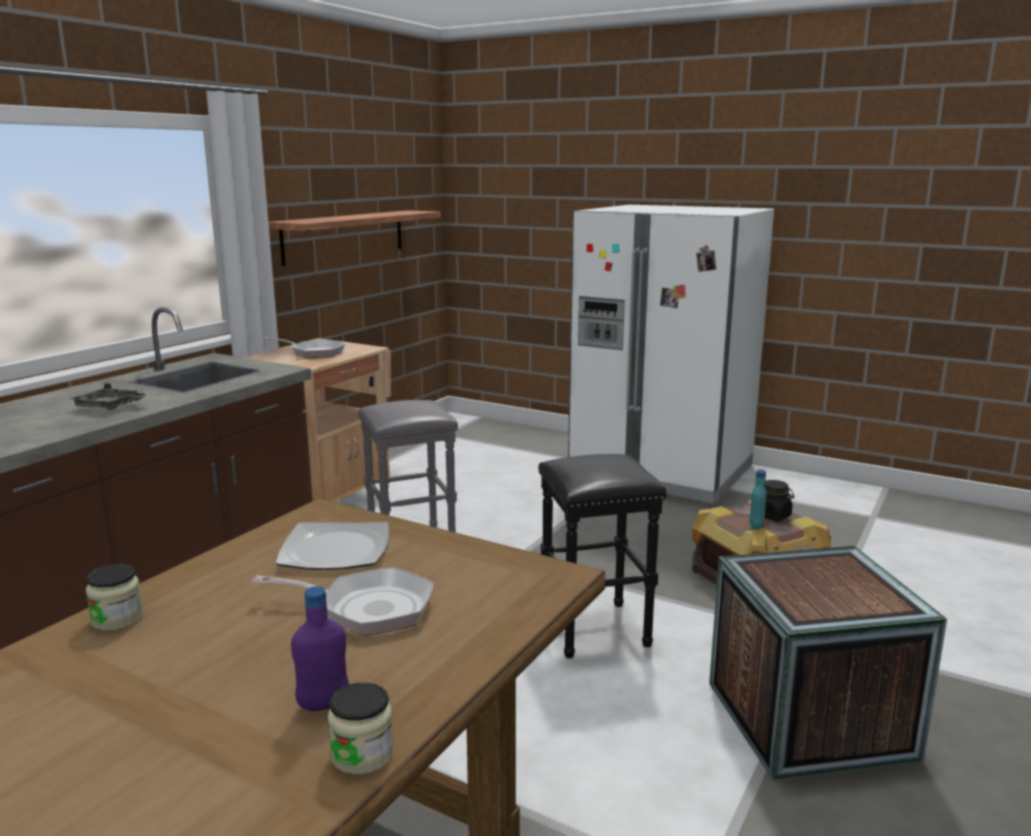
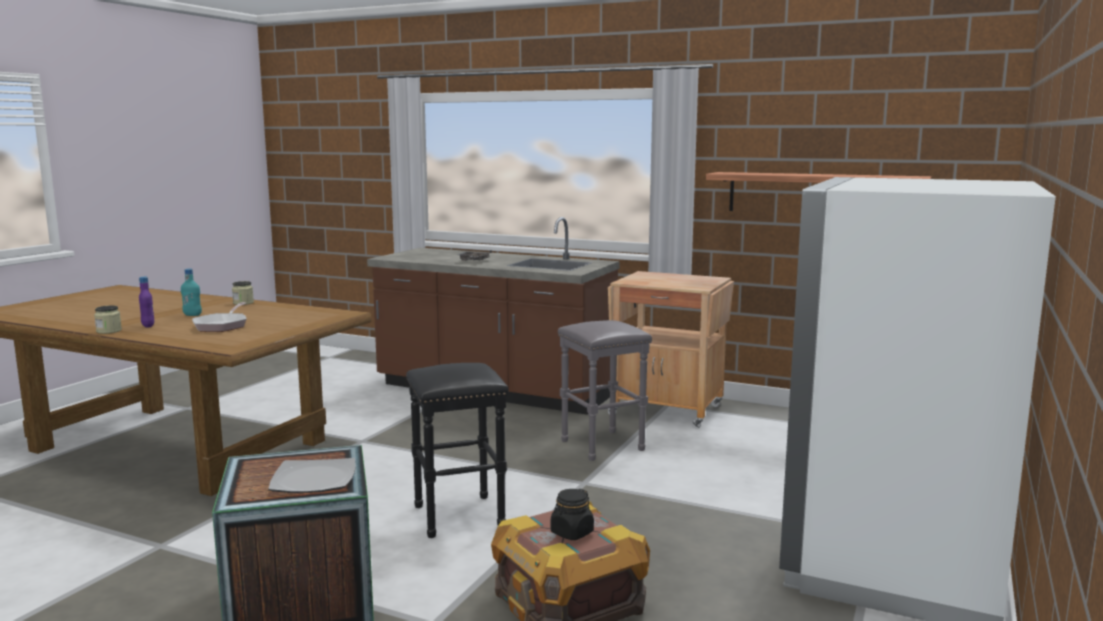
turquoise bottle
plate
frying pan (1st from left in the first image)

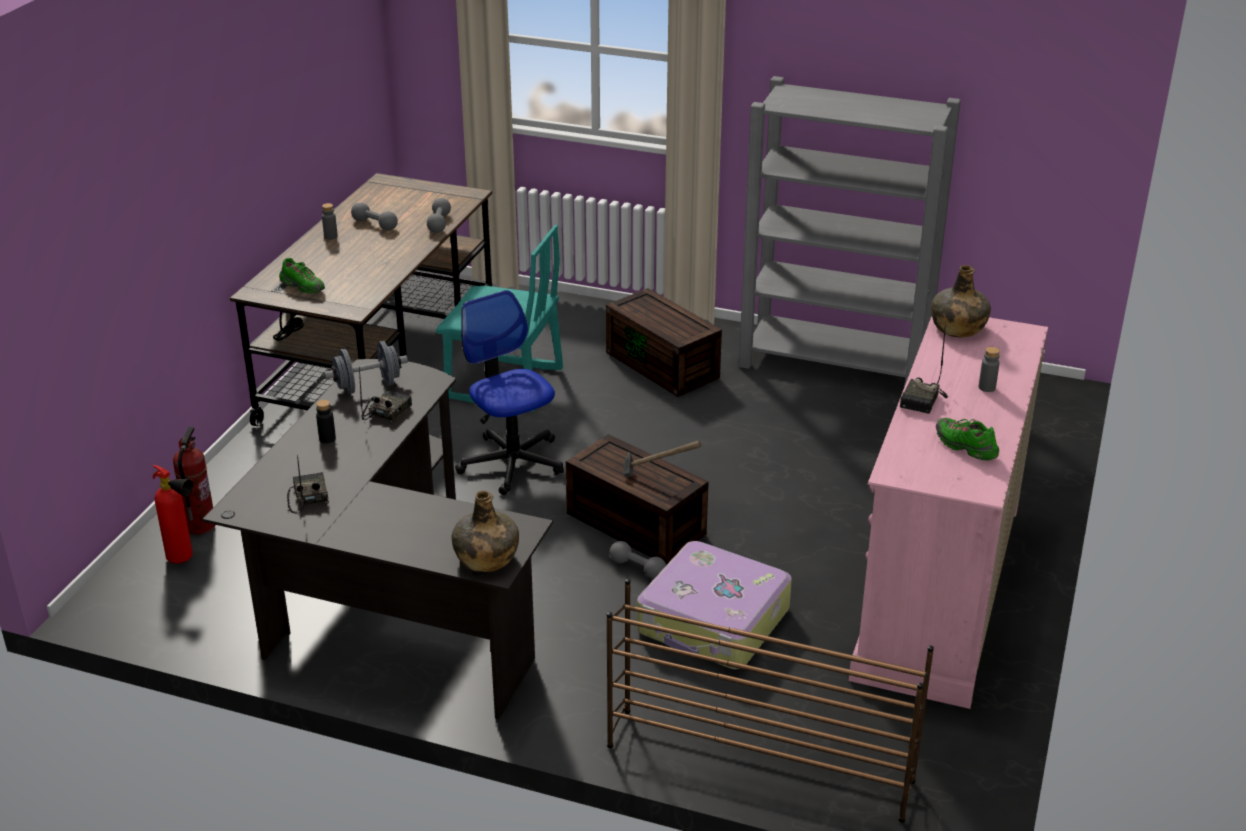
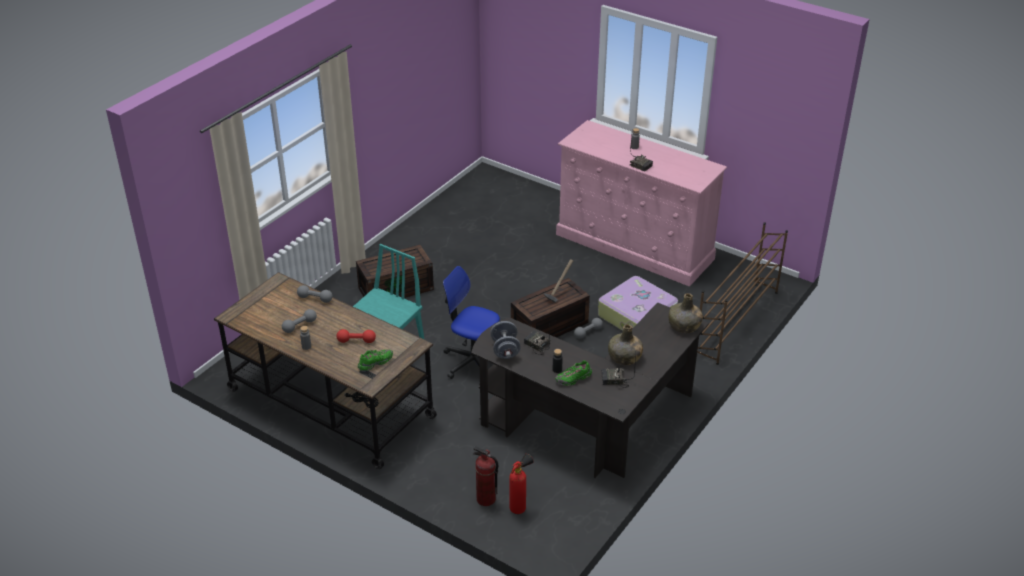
red dumbbell
office chair
green shoe (2nd from left)
green bottle (1st from left)
grey bookcase

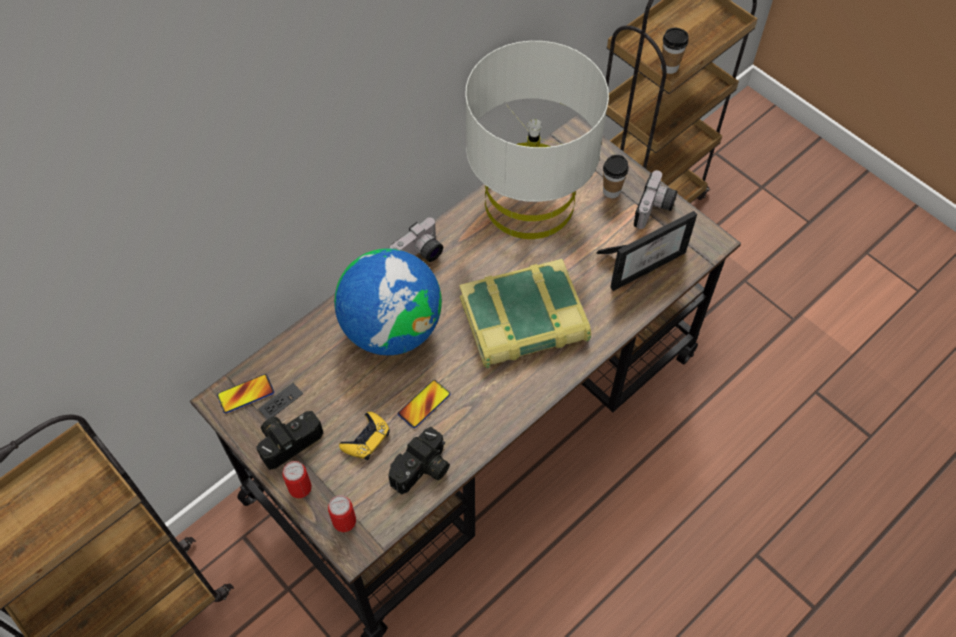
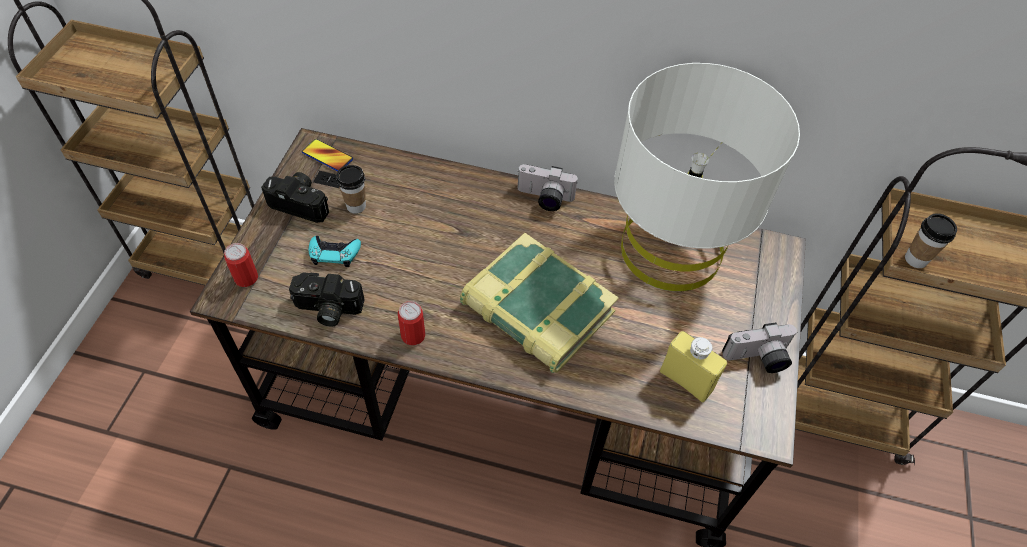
turquoise game controller
cup (1st from left)
can (2nd from left)
yellow bottle
globe
phone (2nd from left in the first image)

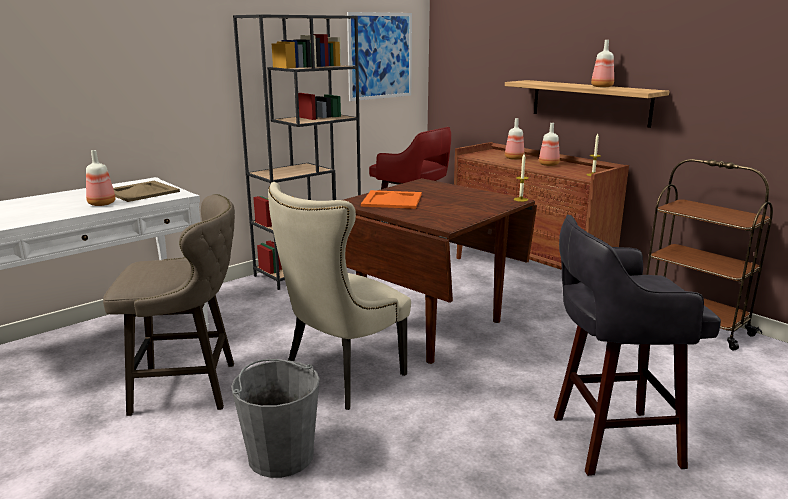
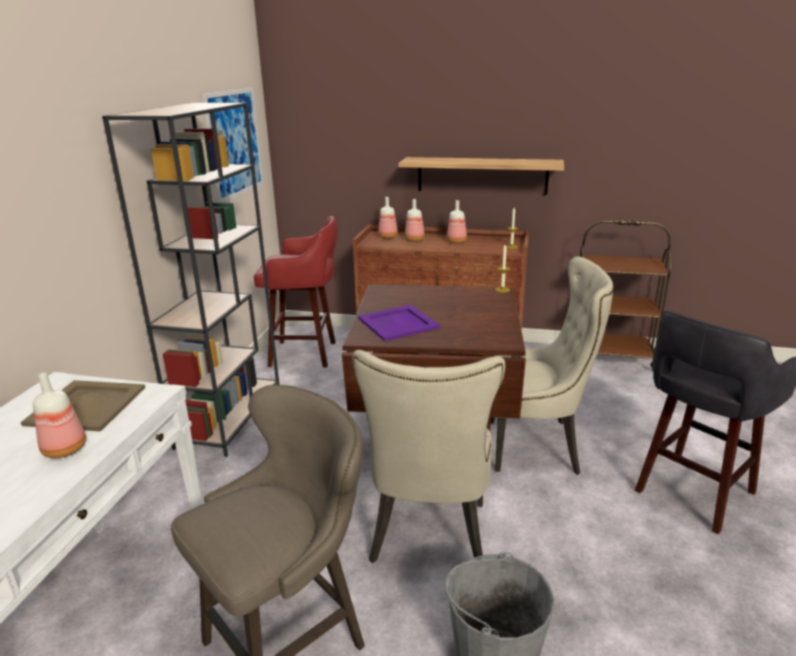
purple tray
bottle (2nd from left)
beige chair (2nd from left)

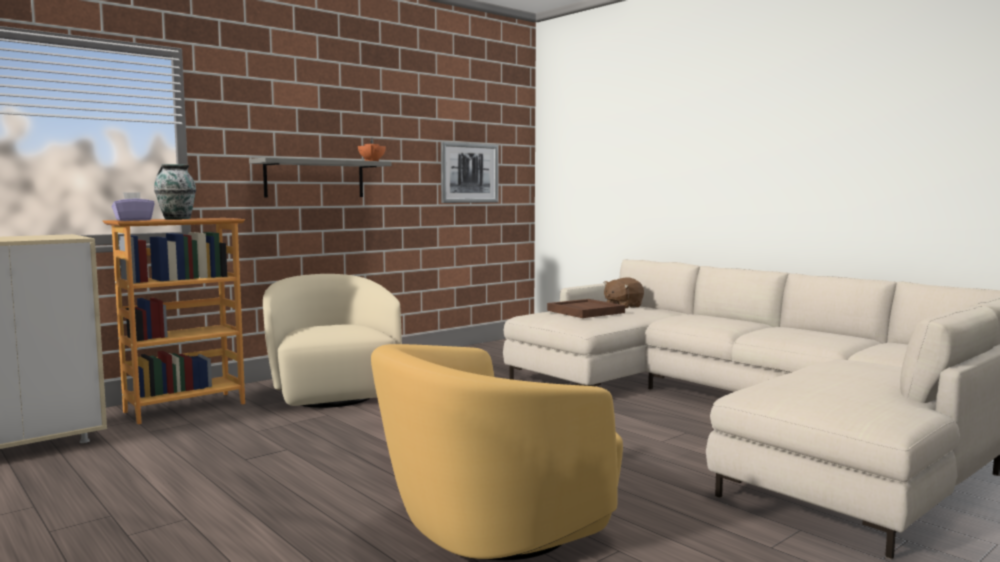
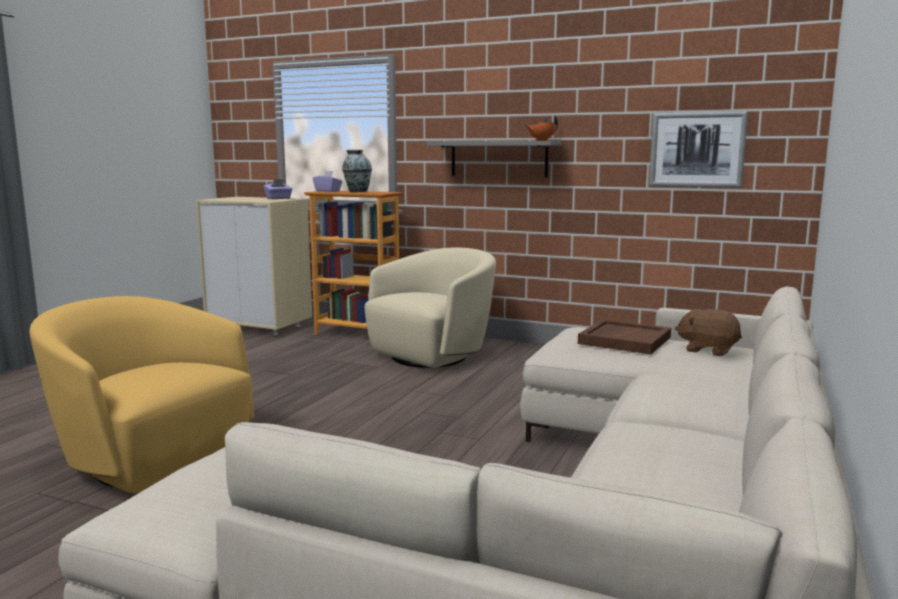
purple tissue box (1st from left)

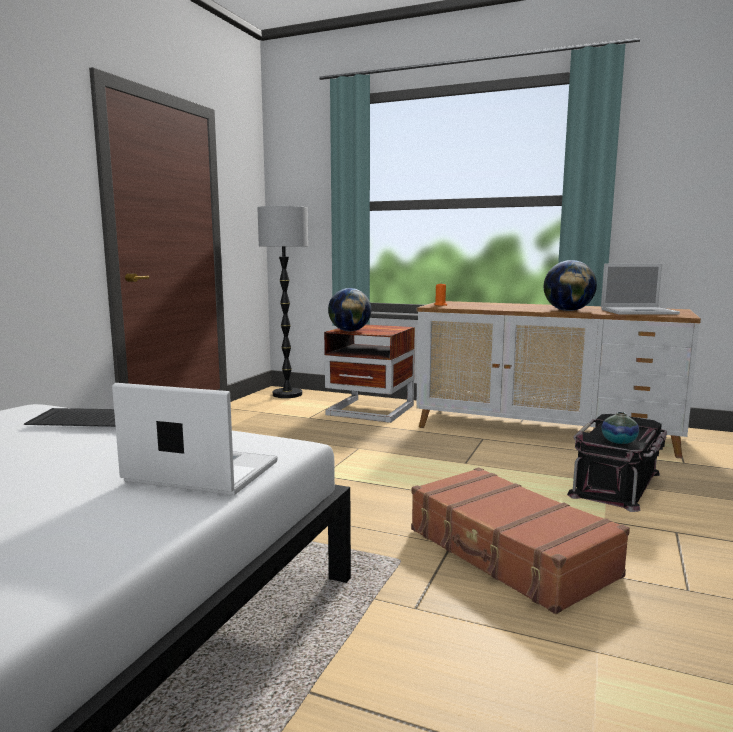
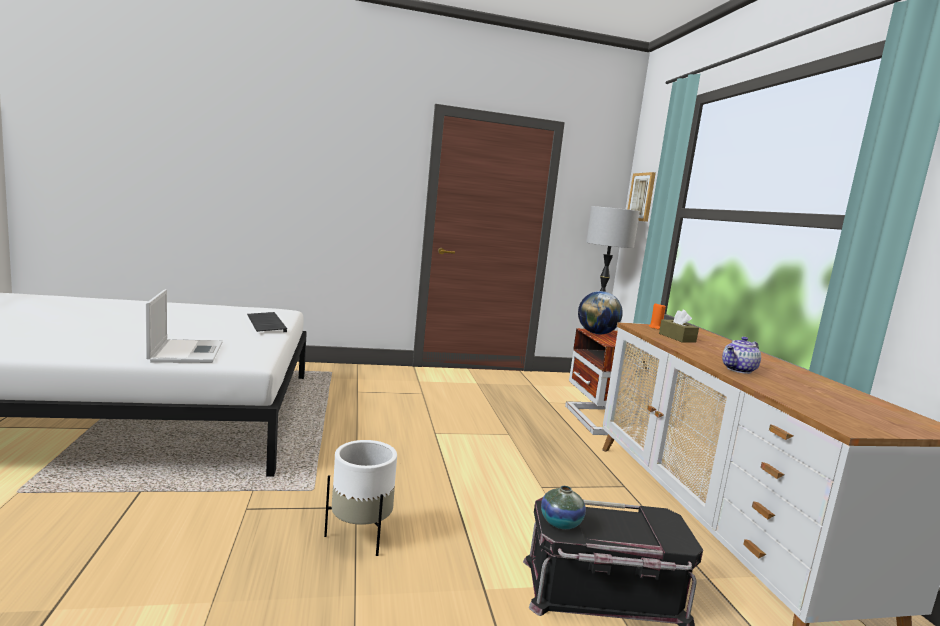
white planter
picture
brown tissue box
teapot
laptop (2nd from left in the first image)

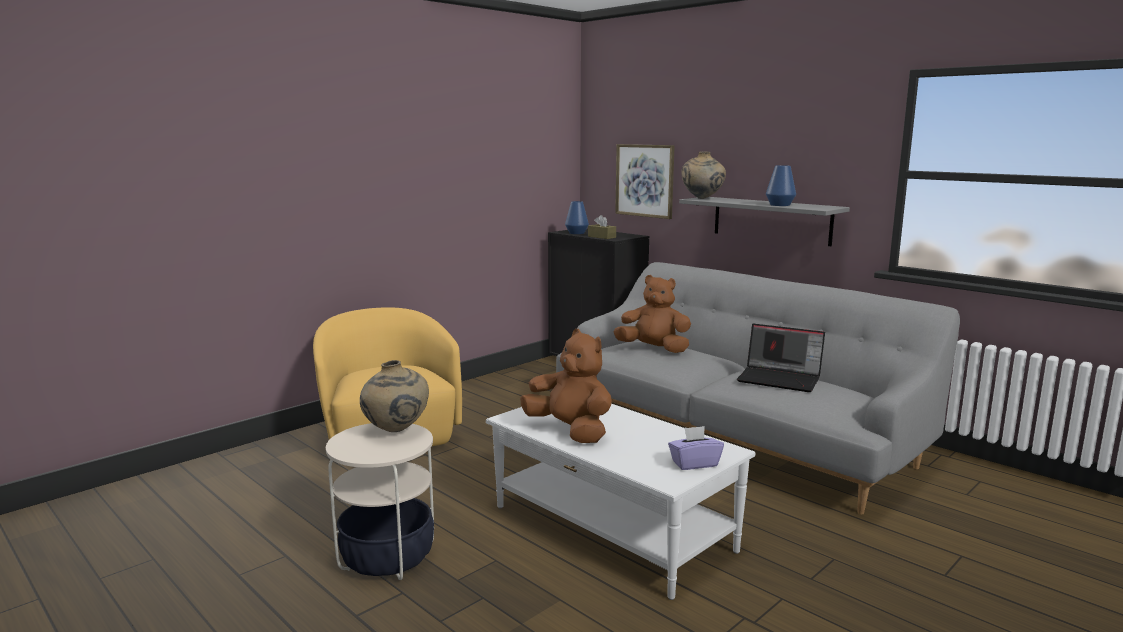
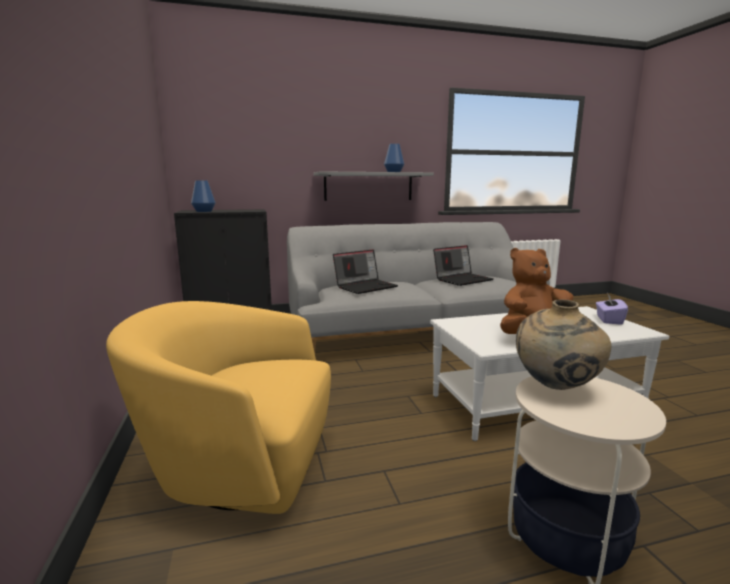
laptop (1st from left)
brown tissue box
picture
beige vase (2nd from left in the first image)

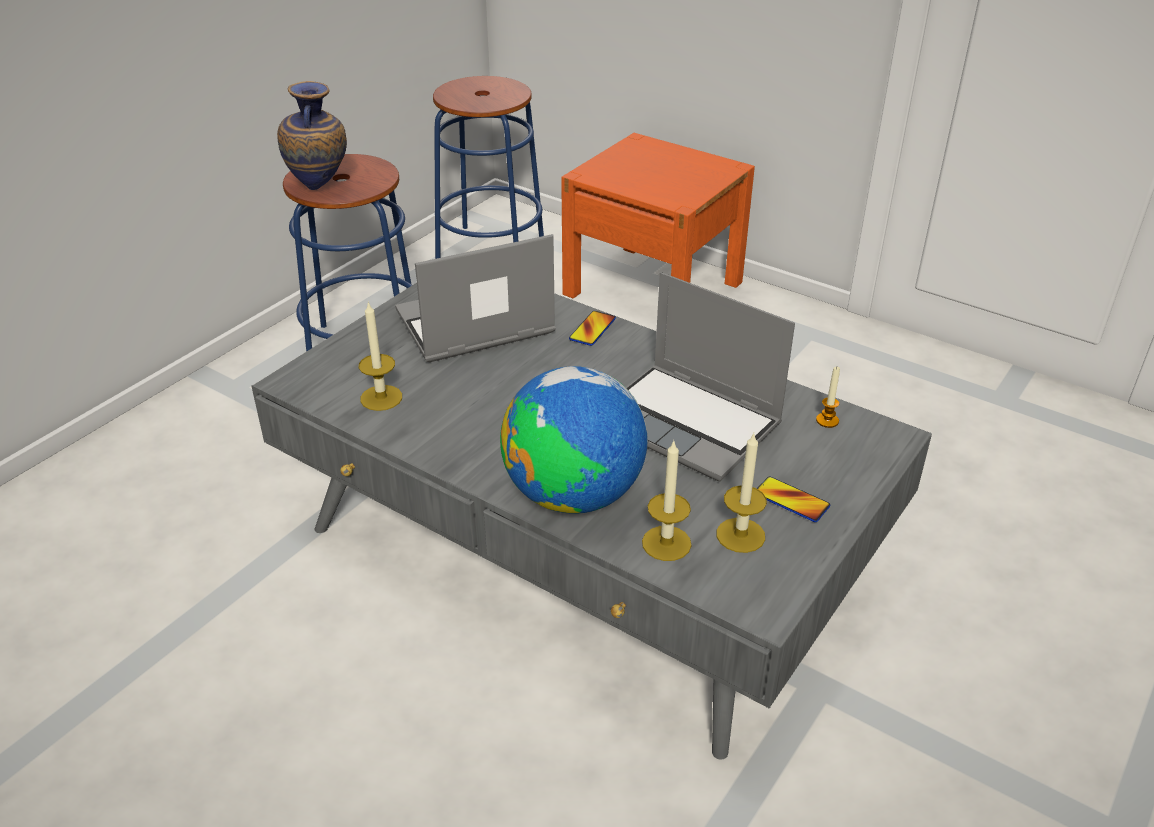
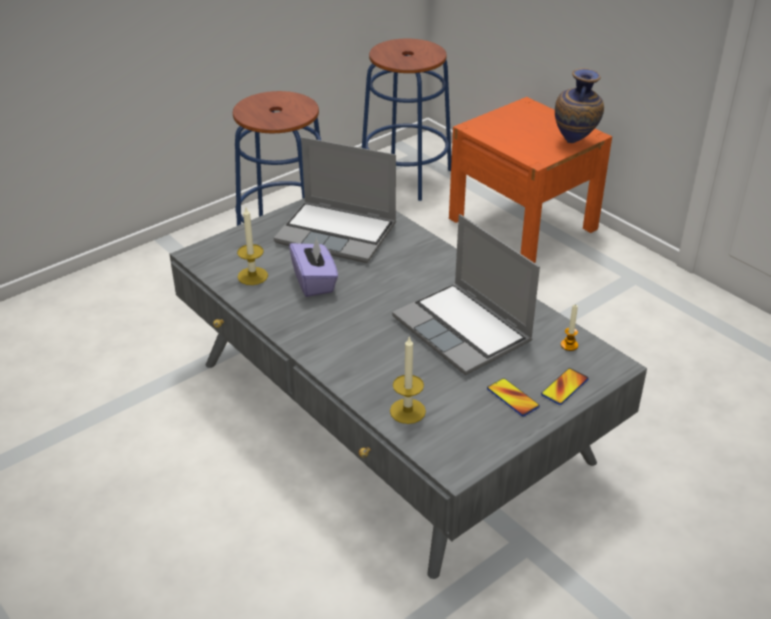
laptop (1st from left)
purple tissue box
phone (2nd from left)
vase
globe
candle (3rd from left in the first image)

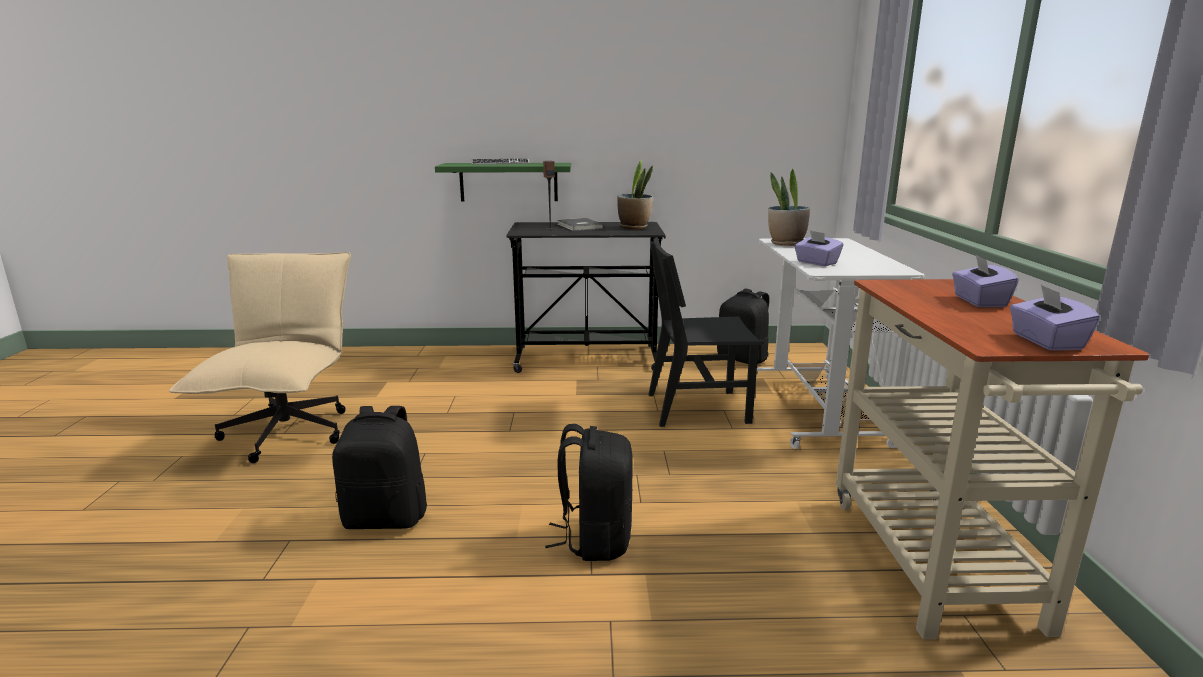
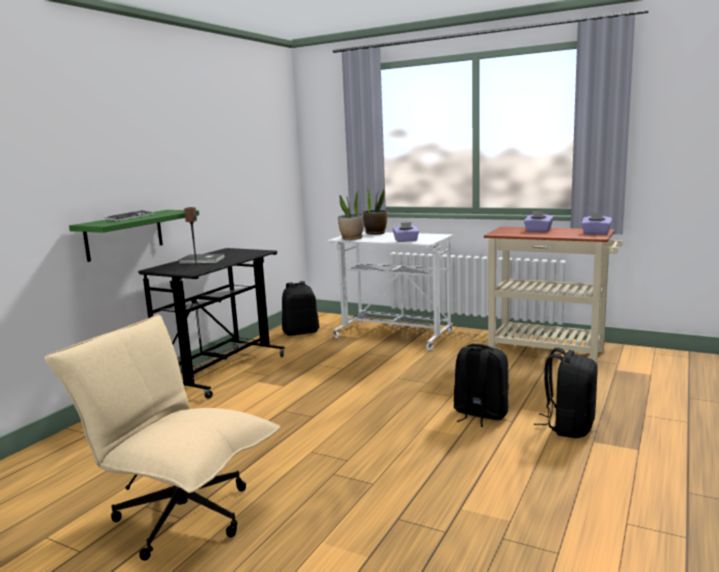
potted plant (2nd from left)
black backpack (3rd from left)
black chair

